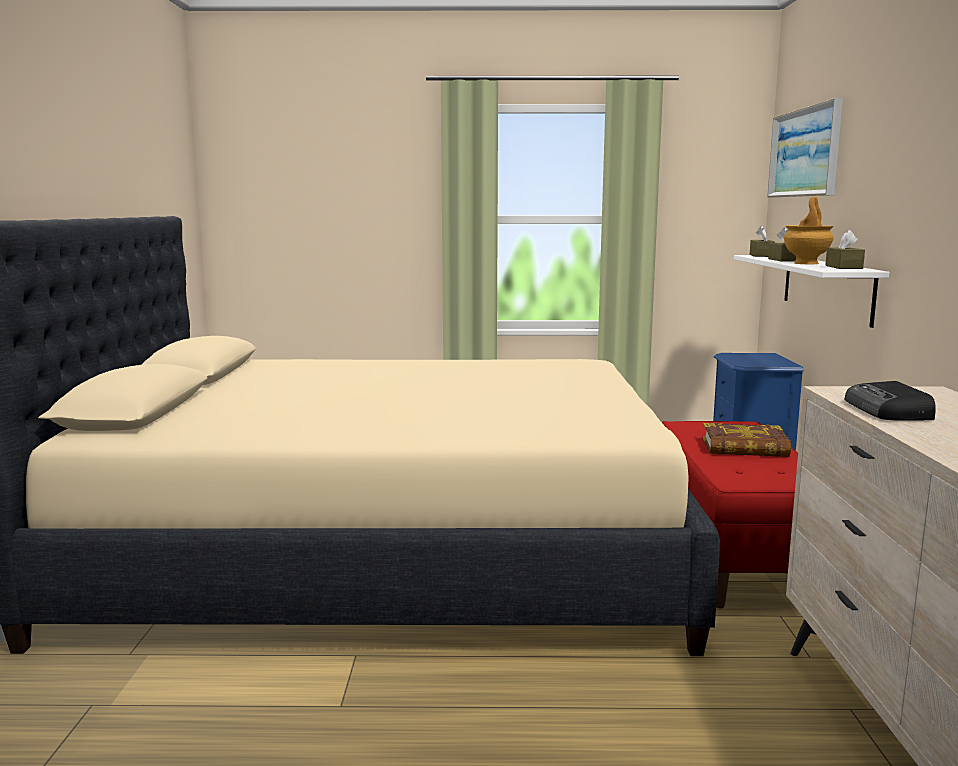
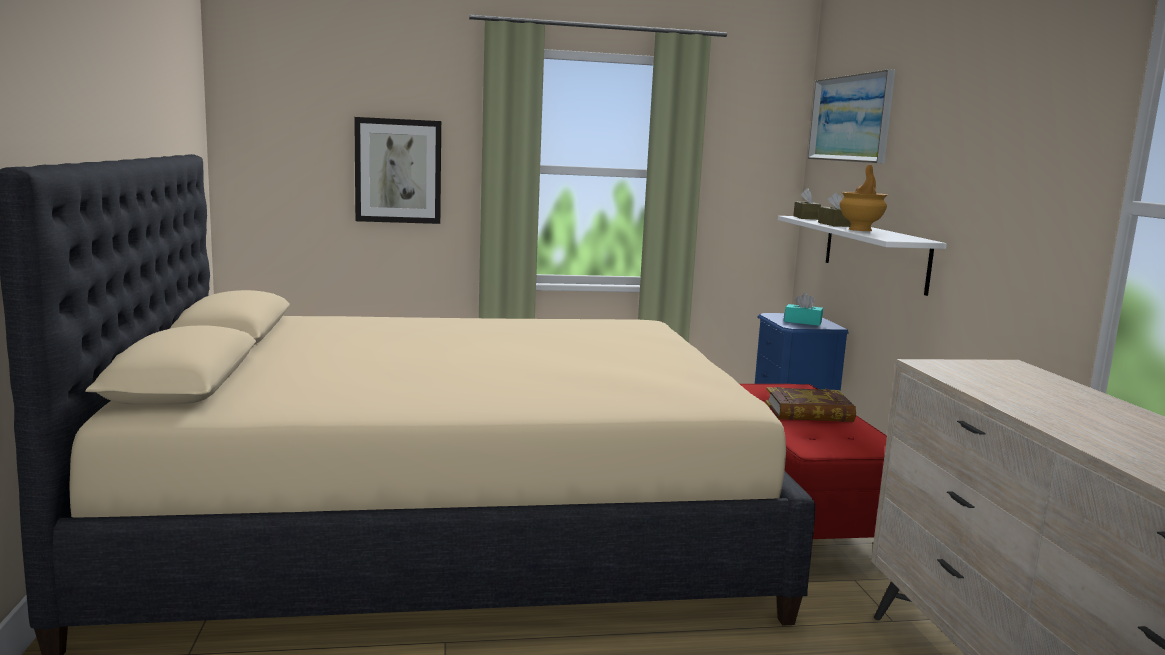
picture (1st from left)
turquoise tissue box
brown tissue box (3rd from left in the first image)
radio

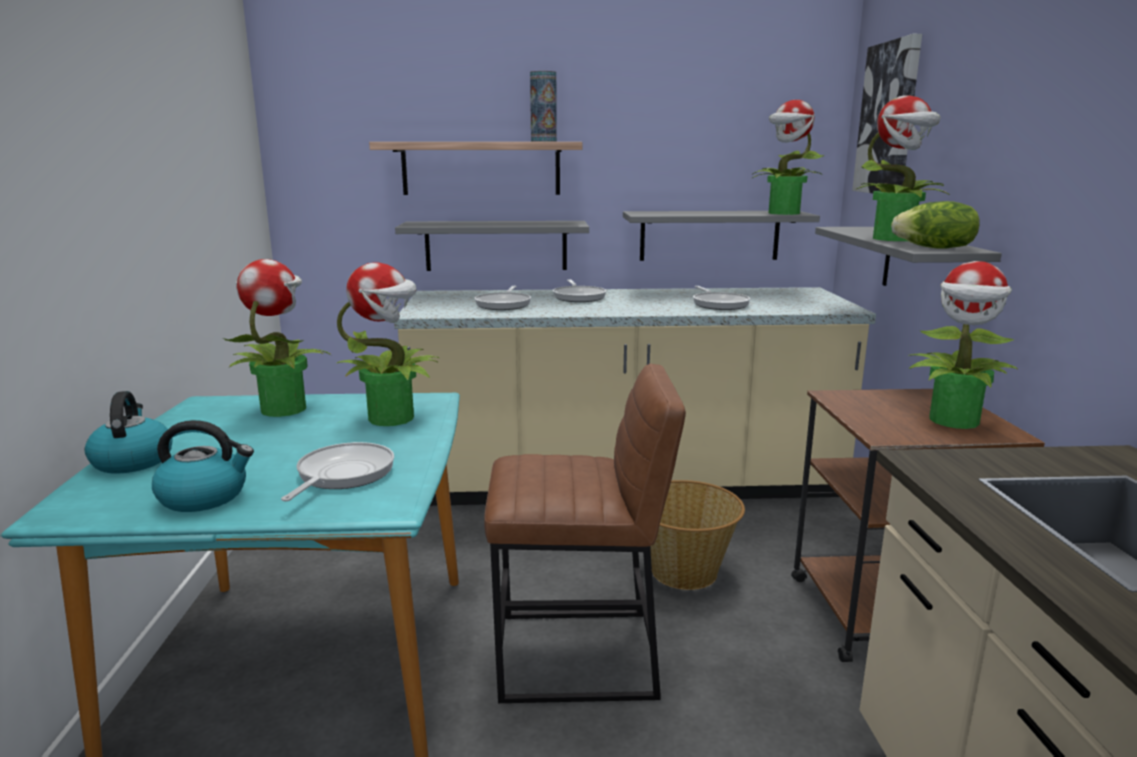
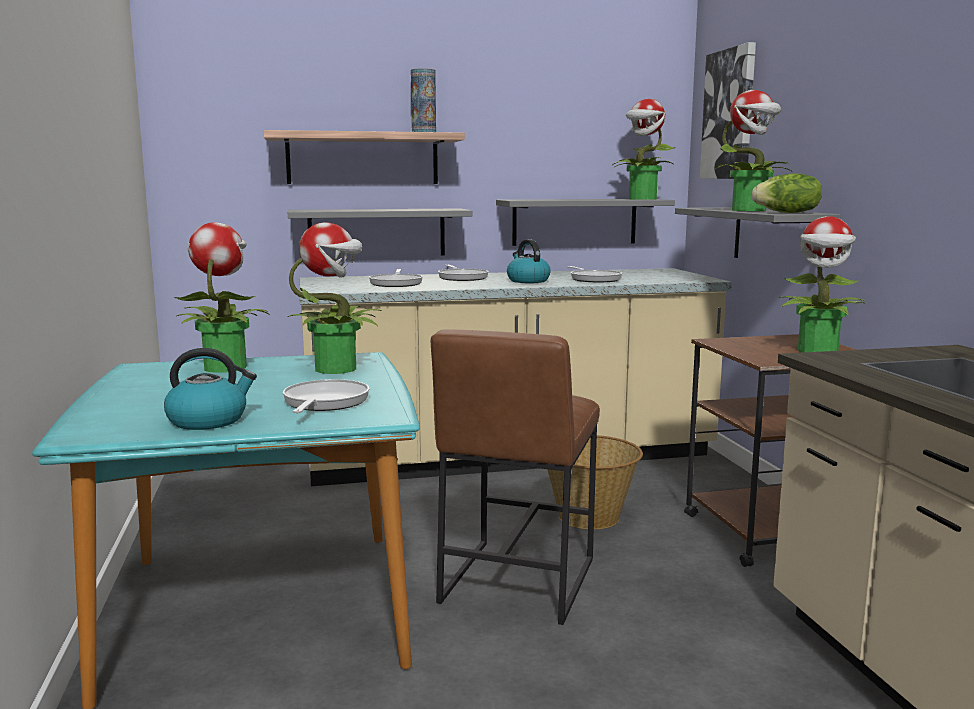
brown chair
kettle (2nd from left)

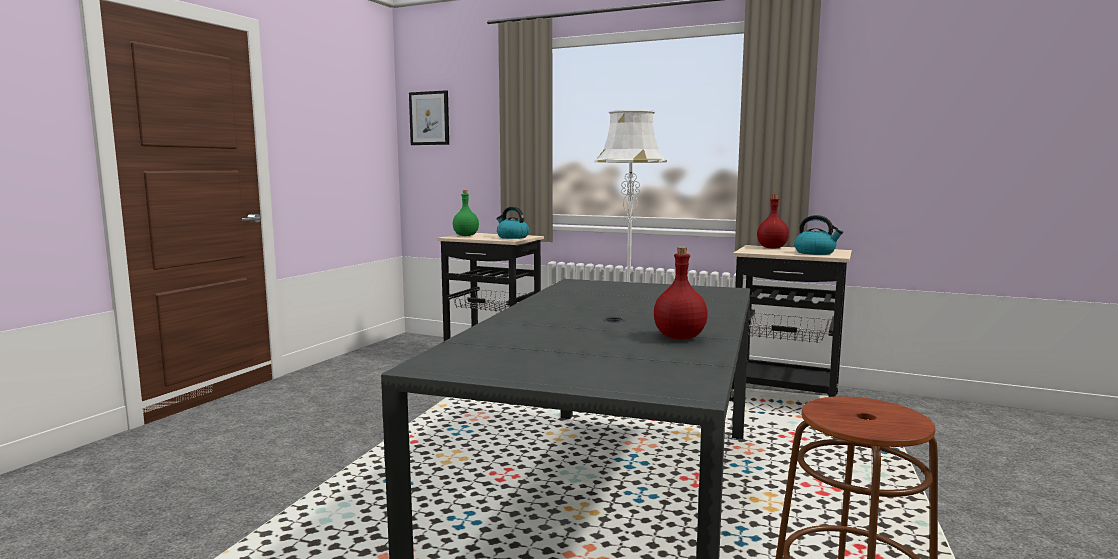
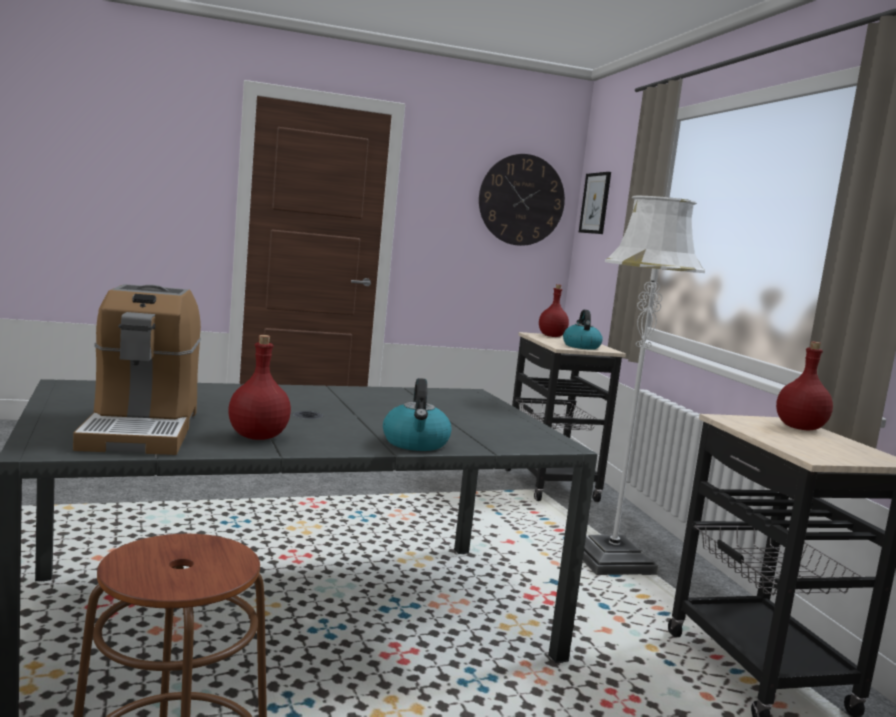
coffee machine
kettle (1st from left)
wall clock
red bottle (2nd from left)

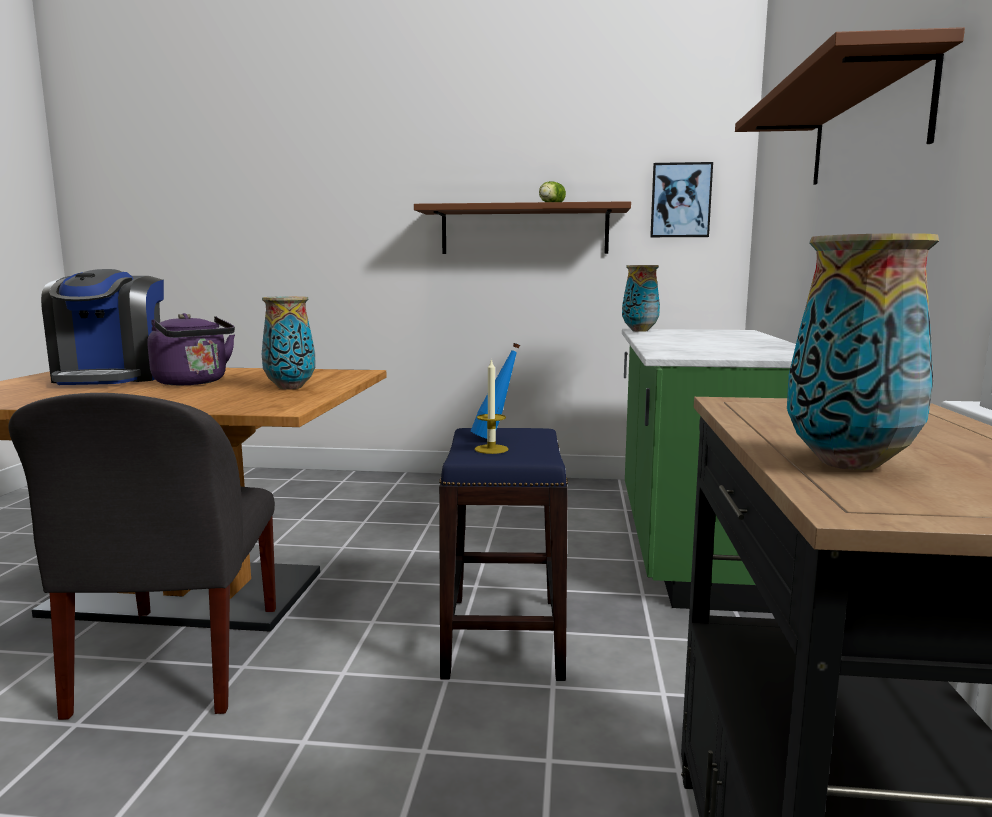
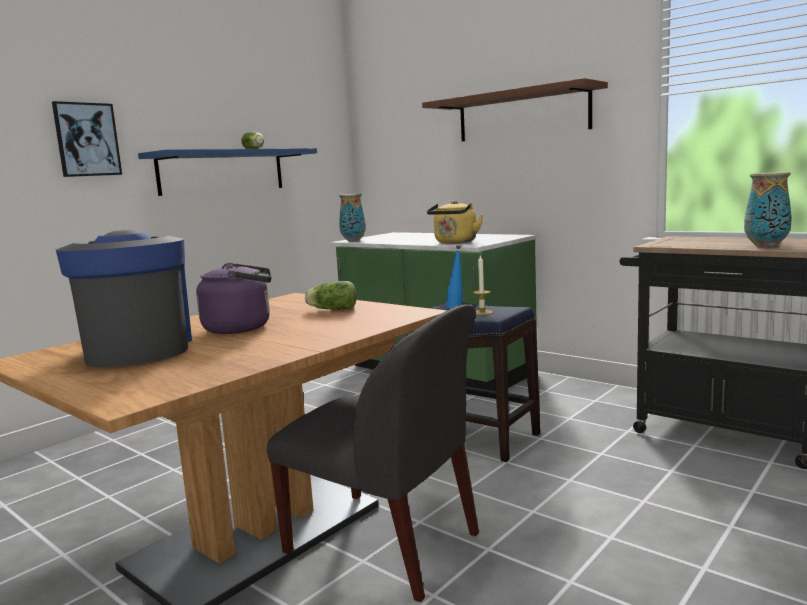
picture
coffee machine
blue shelf
lettuce (2nd from left)
yellow kettle

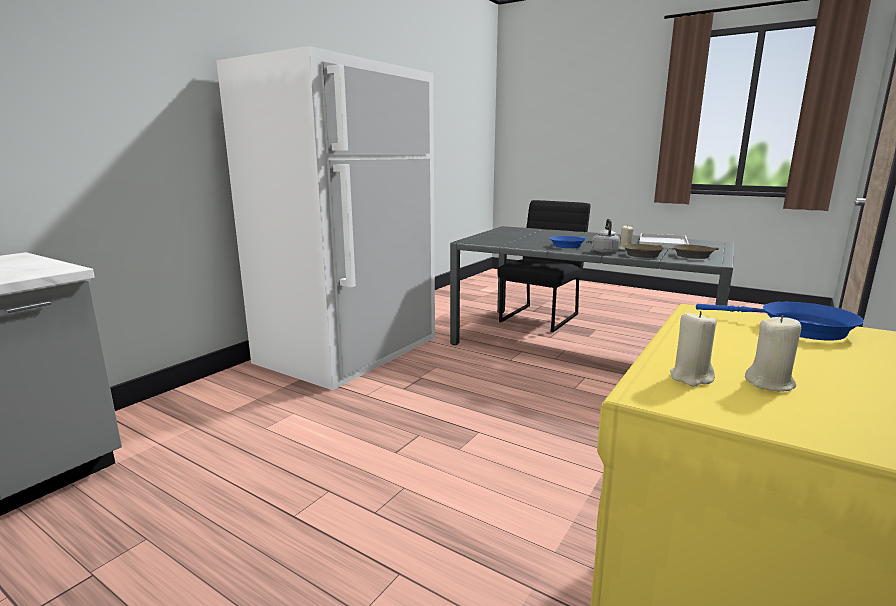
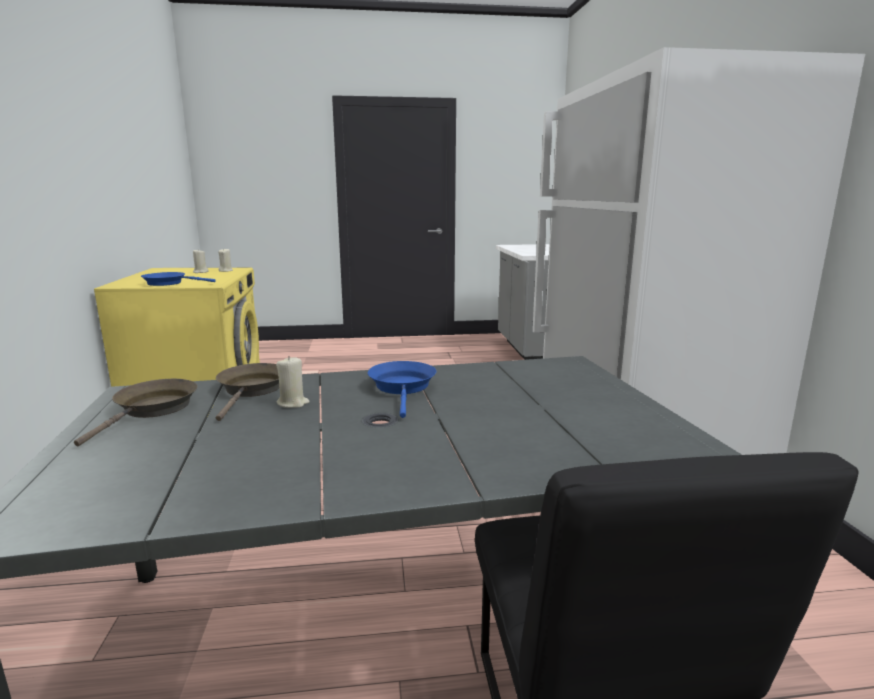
grey kettle
white tray

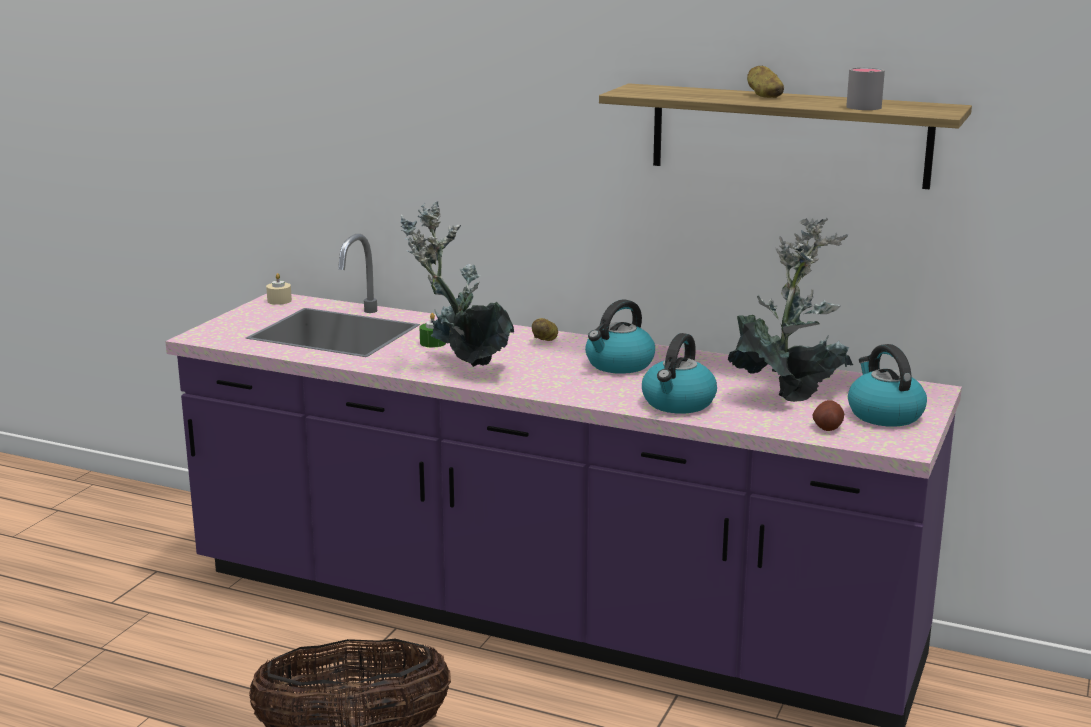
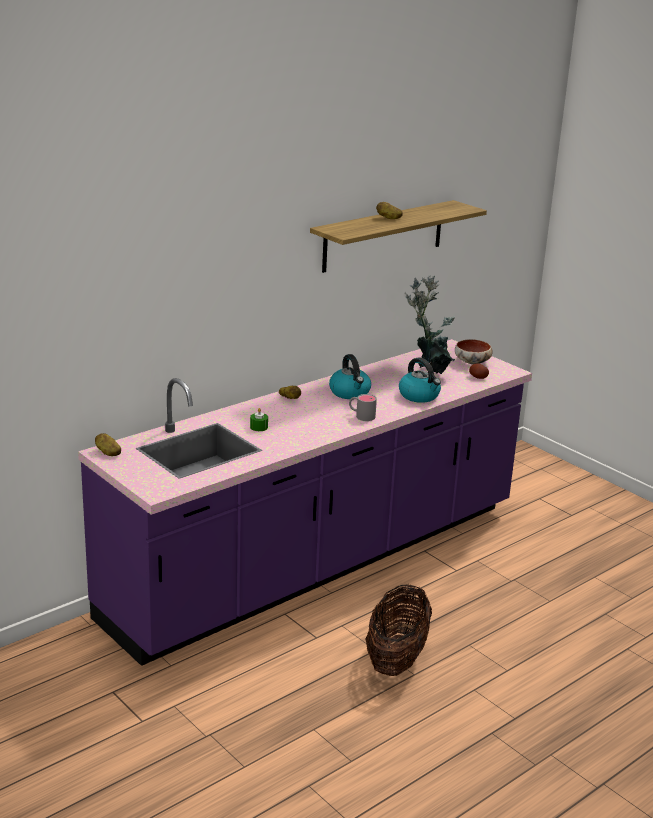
potato (1st from left)
grey mug
bowl
potted plant (1st from left in the first image)

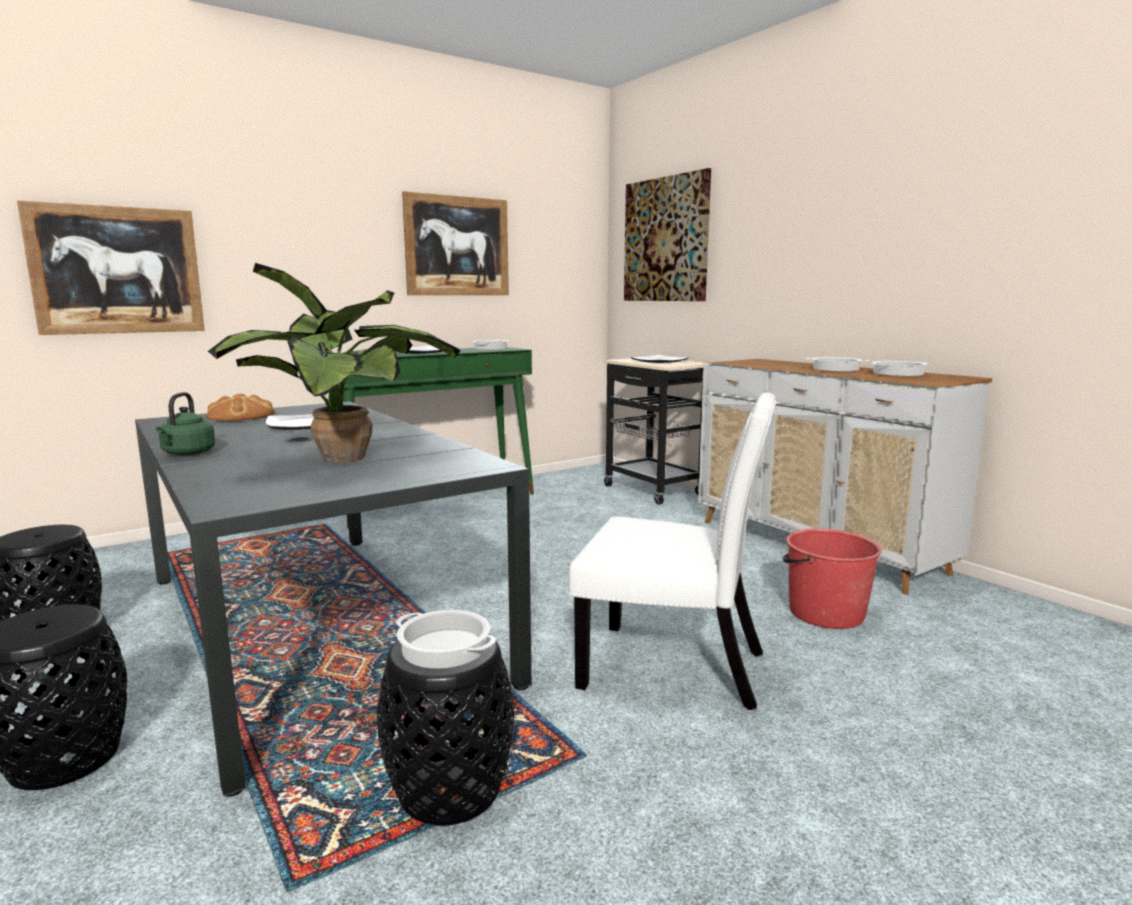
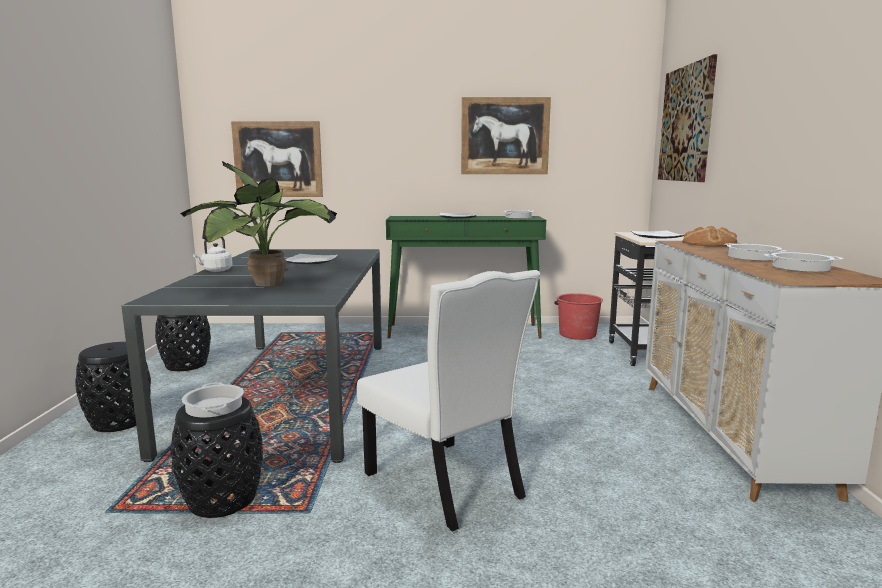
white kettle
red bucket
bread

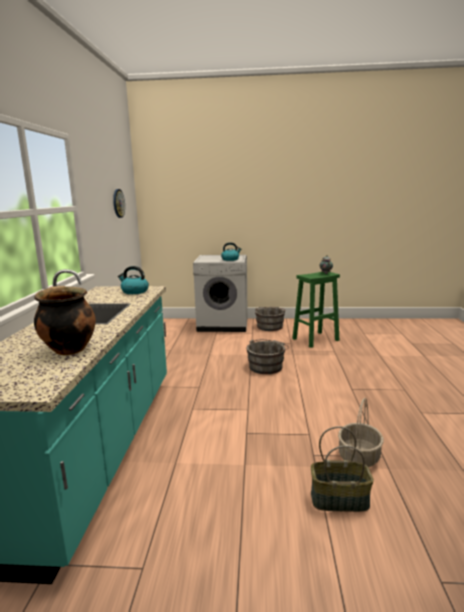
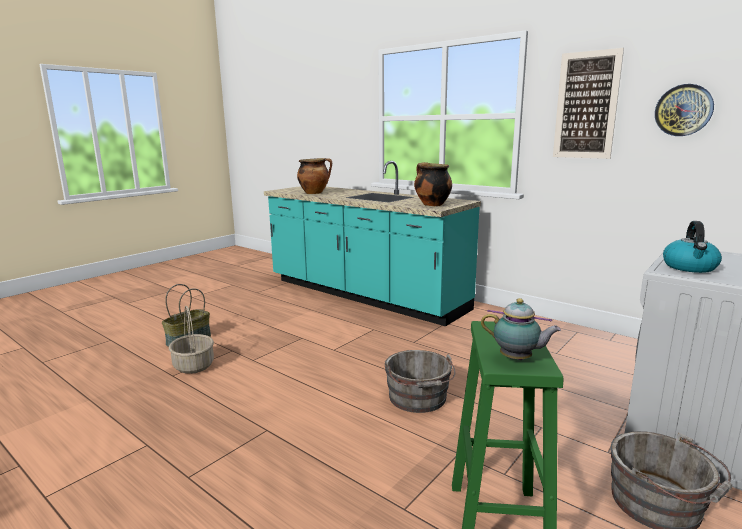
cooking pot (2nd from left)
picture

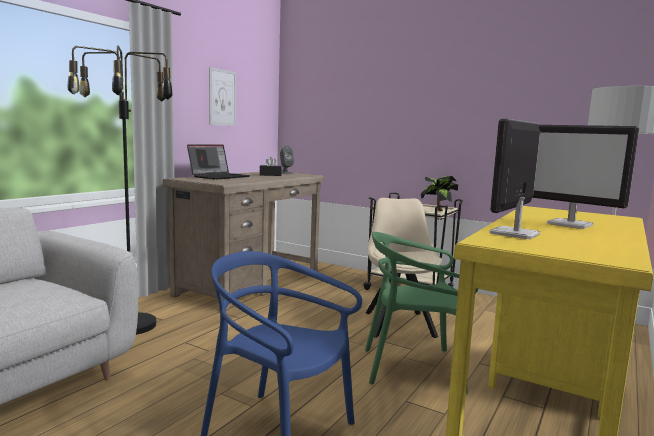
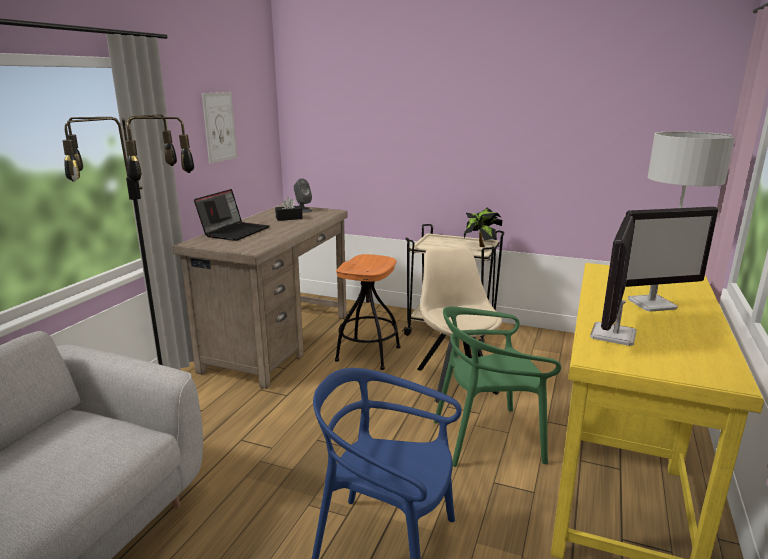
orange stool
monitor (2nd from left)

